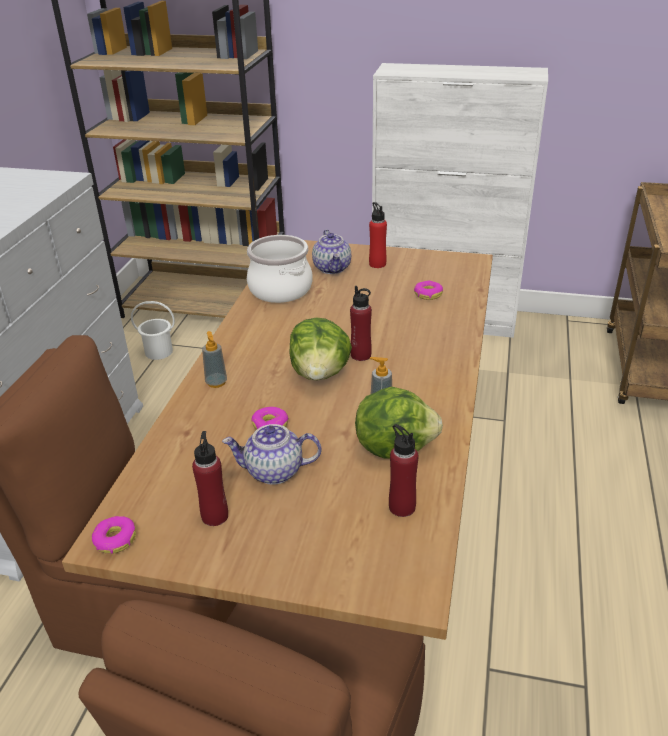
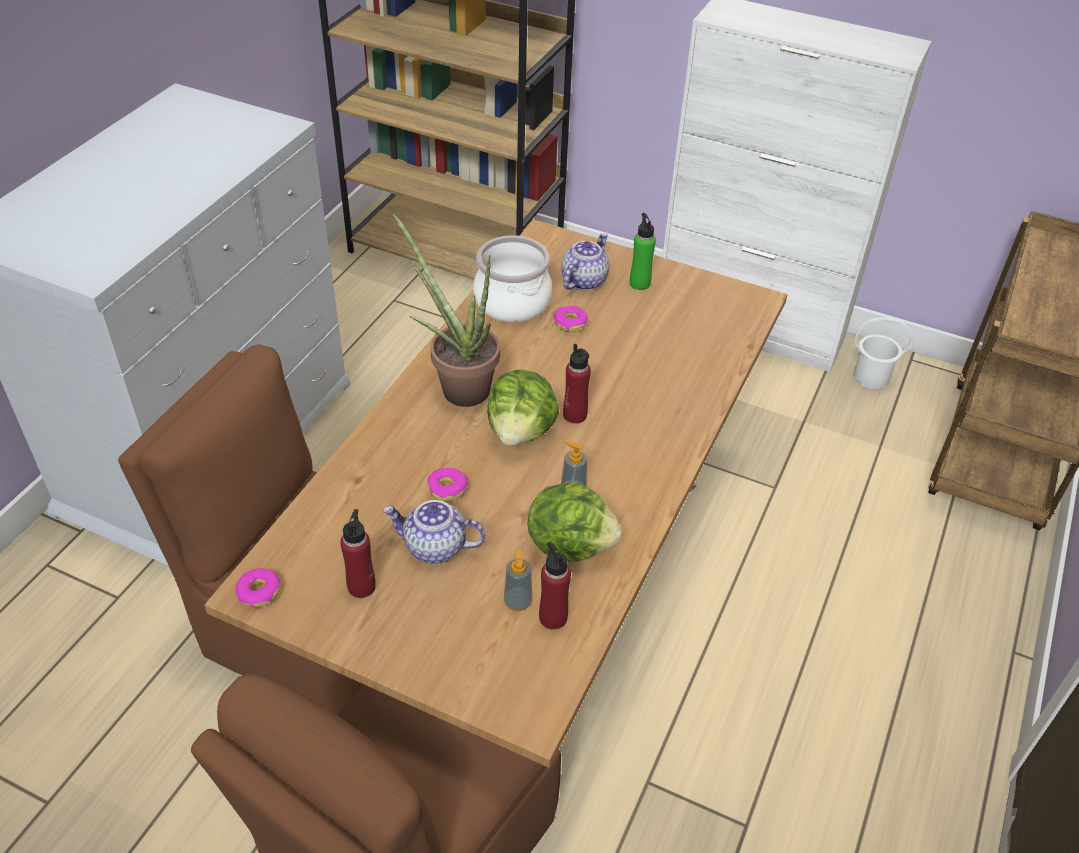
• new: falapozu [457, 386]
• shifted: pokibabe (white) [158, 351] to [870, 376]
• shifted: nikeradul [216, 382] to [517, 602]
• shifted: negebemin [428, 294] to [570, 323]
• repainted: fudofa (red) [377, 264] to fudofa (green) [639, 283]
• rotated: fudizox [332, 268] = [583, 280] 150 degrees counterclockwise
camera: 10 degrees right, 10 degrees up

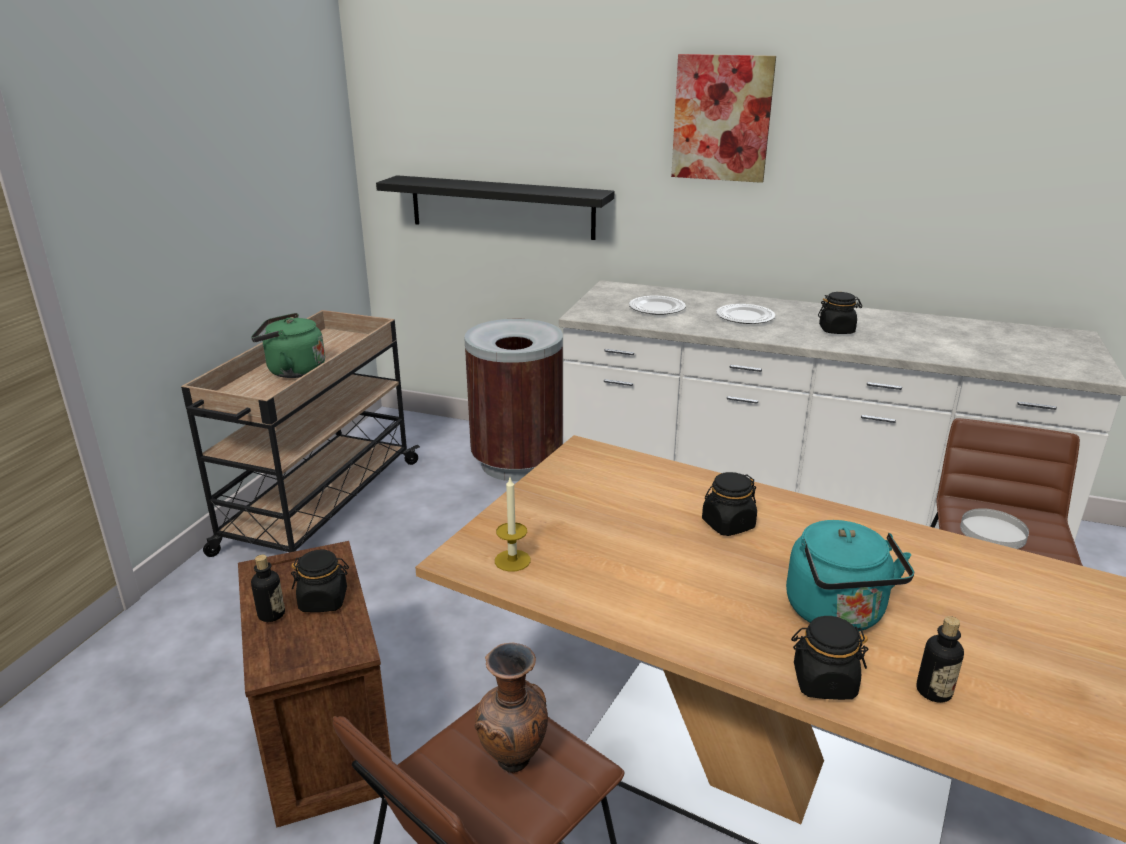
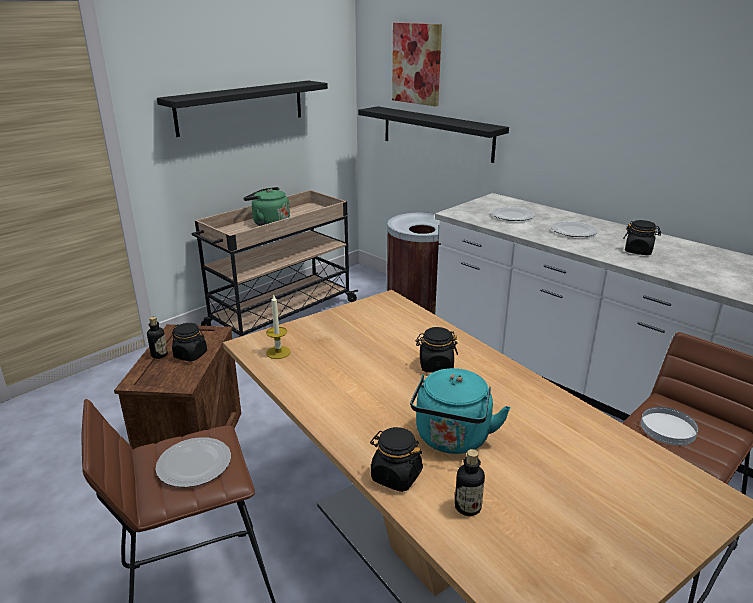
• new: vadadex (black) [241, 107]
• shifted: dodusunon [722, 118] to [417, 64]
• swapped: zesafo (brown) [514, 762] to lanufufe [194, 465]
camera: 25 degrees right, 0 degrees up

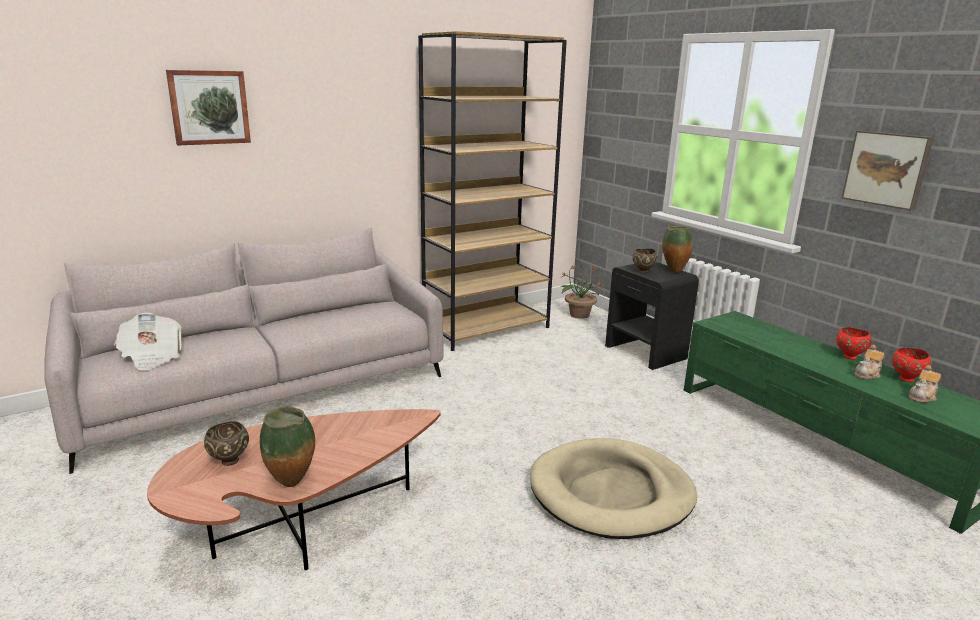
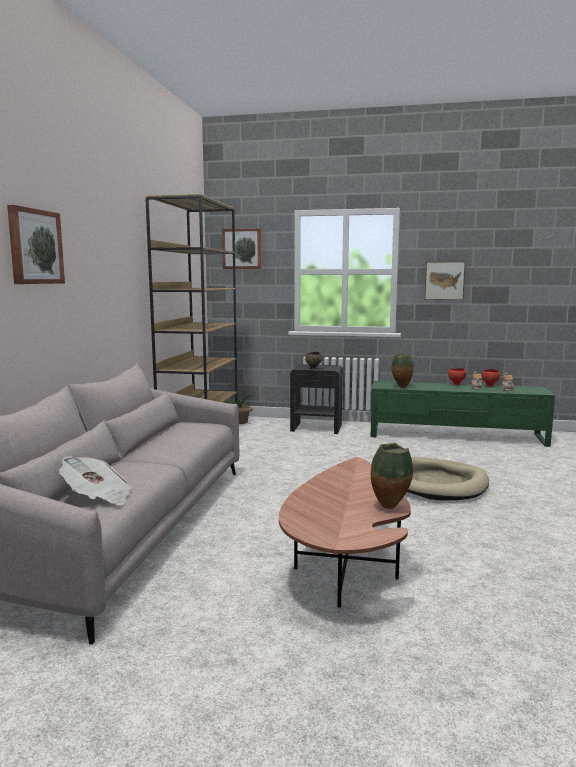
• gone: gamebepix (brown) [229, 462]
• new: dodusunon [242, 249]
• shifted: zesafo [673, 271] to [401, 387]
camera: 45 degrees left, 10 degrees down

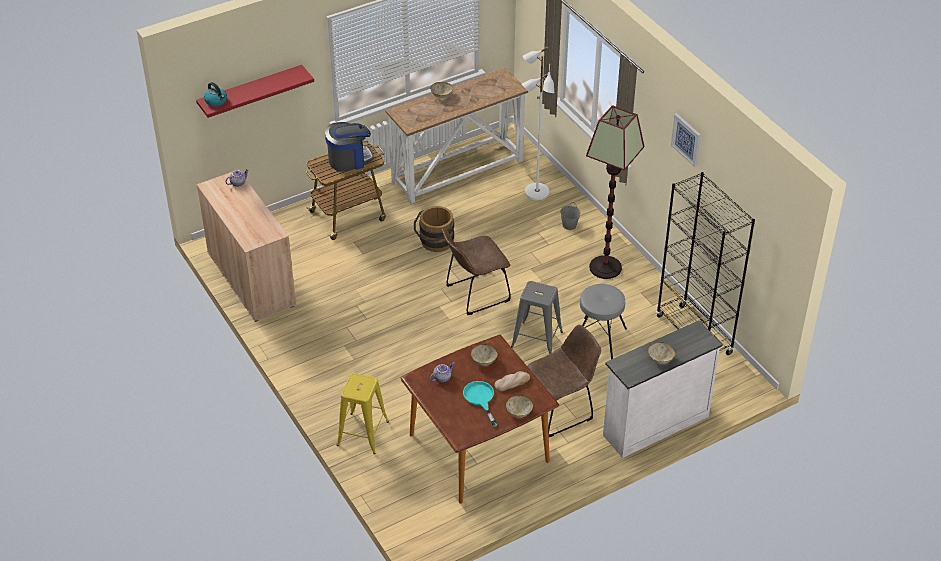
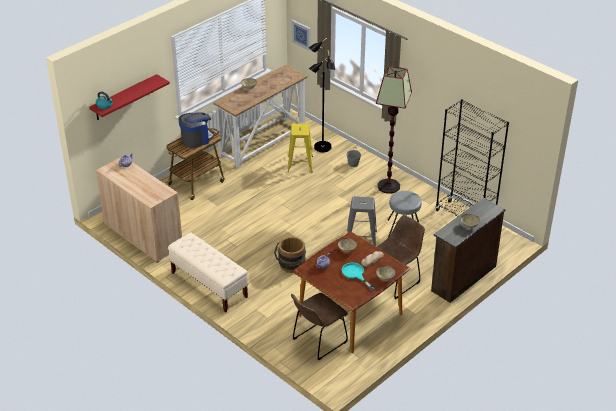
• new: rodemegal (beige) [209, 285]
• shifted: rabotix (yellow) [363, 433] to [300, 164]
• shifted: pokibabe (brown) [435, 243] to [291, 266]
• shifted: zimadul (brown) [474, 294] to [317, 342]
• shifted: dodusunon [686, 139] to [301, 34]
• repainted: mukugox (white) [536, 192] to mukugox (black) [322, 147]
• repainted: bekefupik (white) [654, 425] to bekefupik (brown) [462, 278]
camera: 15 degrees left, 5 degrees down

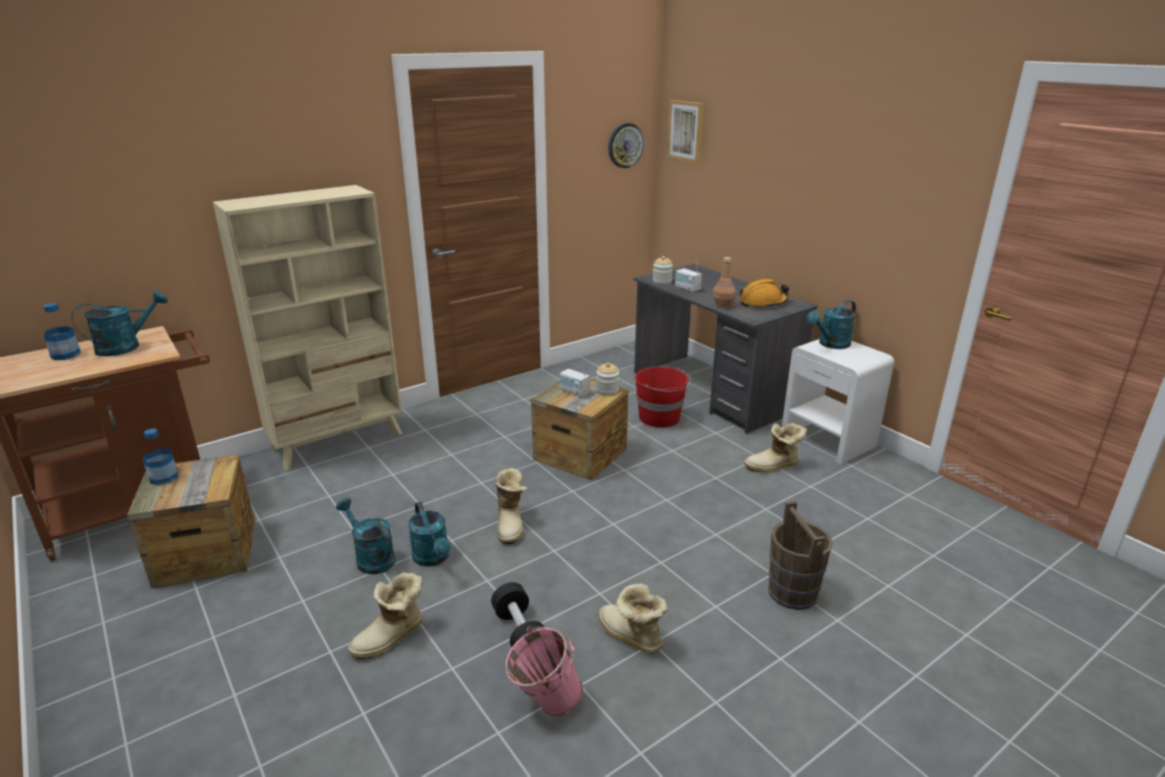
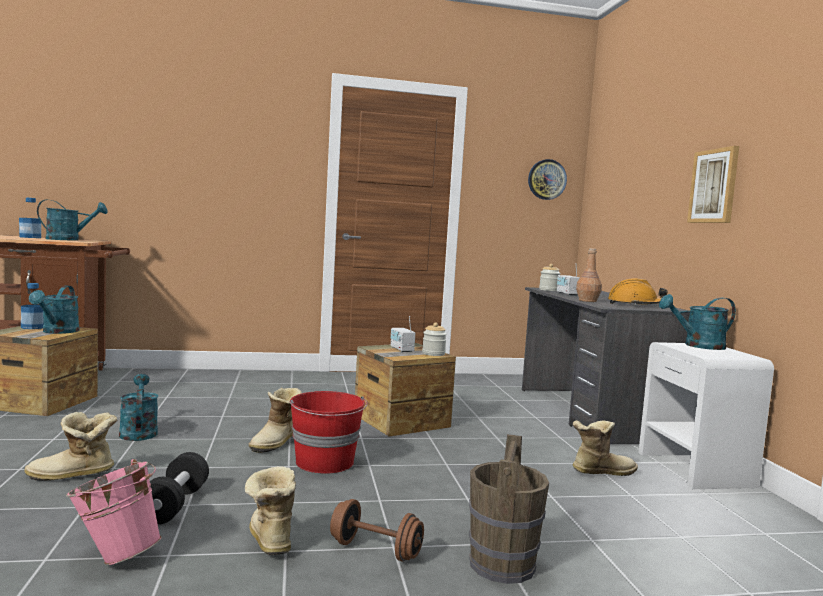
• gone: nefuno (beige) [338, 441]
• new: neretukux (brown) [375, 550]
• shifted: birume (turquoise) [433, 558] to [57, 332]
• shifted: pokibabe (red) [660, 418] to [325, 462]
• shifted: dodusunon [686, 131] to [714, 186]
• rotated: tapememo [774, 466] = [600, 471] 150 degrees clockwise
camera: 25 degrees right, 20 degrees down

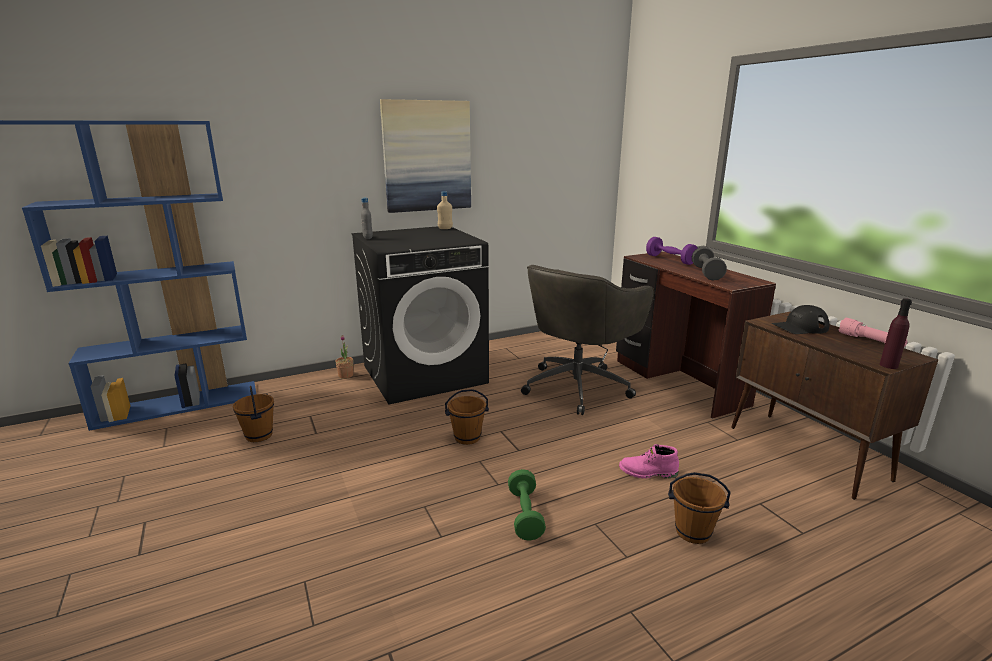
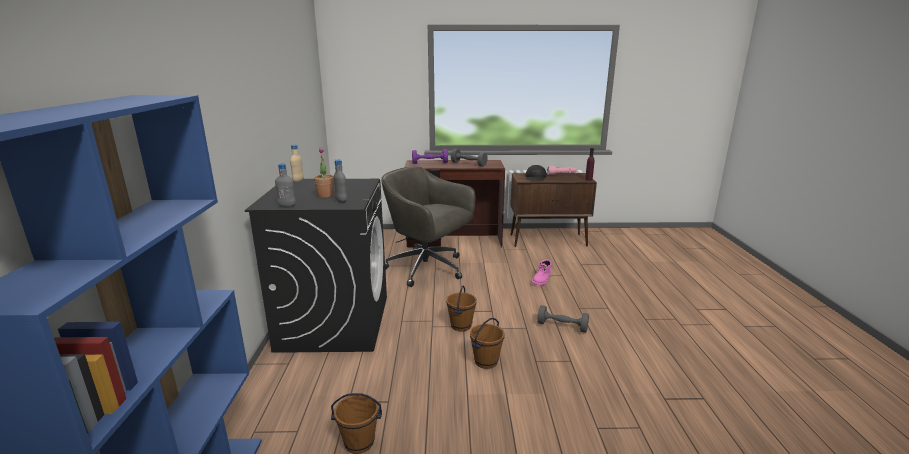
• gone: dodusunon [427, 156]
• new: fudofa (grey) [341, 201]
• shifted: falapozu [345, 375] to [325, 195]
• shifted: pokibabe (brown) [692, 532] to [485, 361]
• repainted: neretukux (green) [525, 515] to neretukux (grey) [562, 326]
• rotated: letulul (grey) [578, 386] = [428, 269] 150 degrees clockwise
camera: 65 degrees left, 0 degrees up

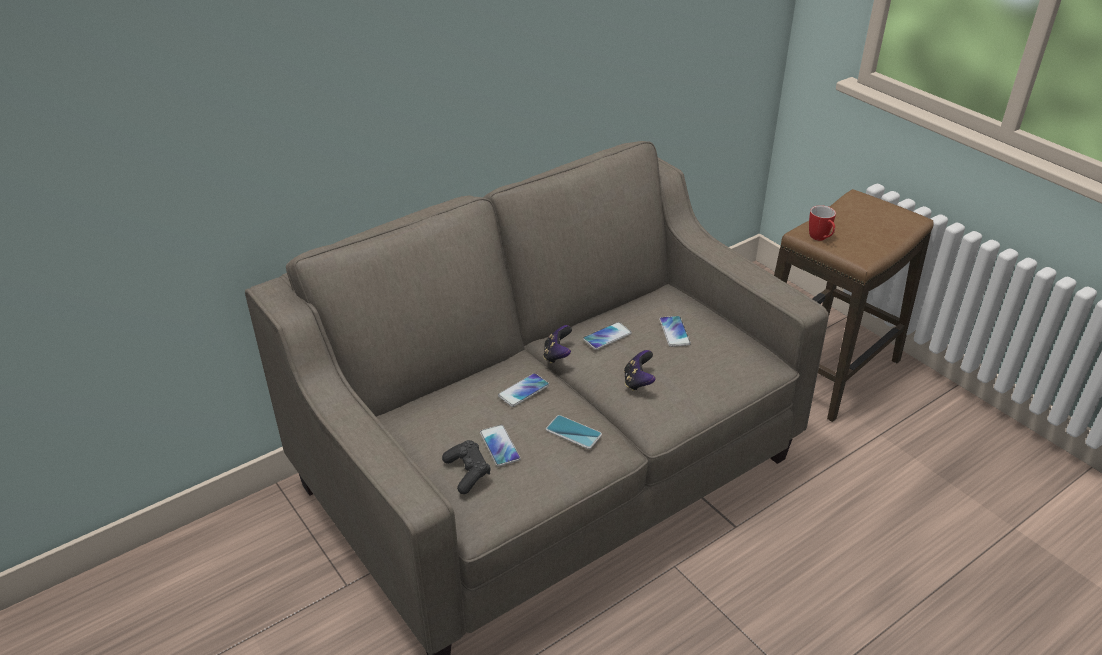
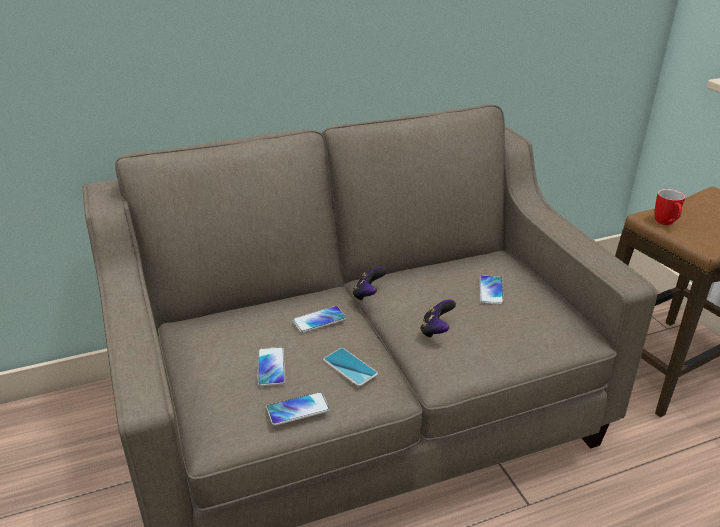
• gone: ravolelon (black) [467, 473]
• shifted: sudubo [607, 336] to [298, 409]
camera: 15 degrees right, 5 degrees down

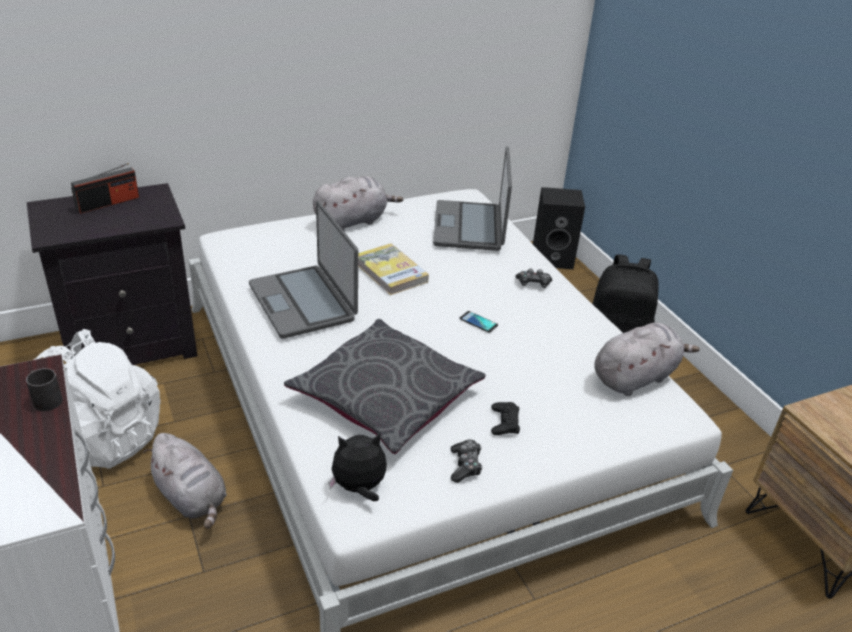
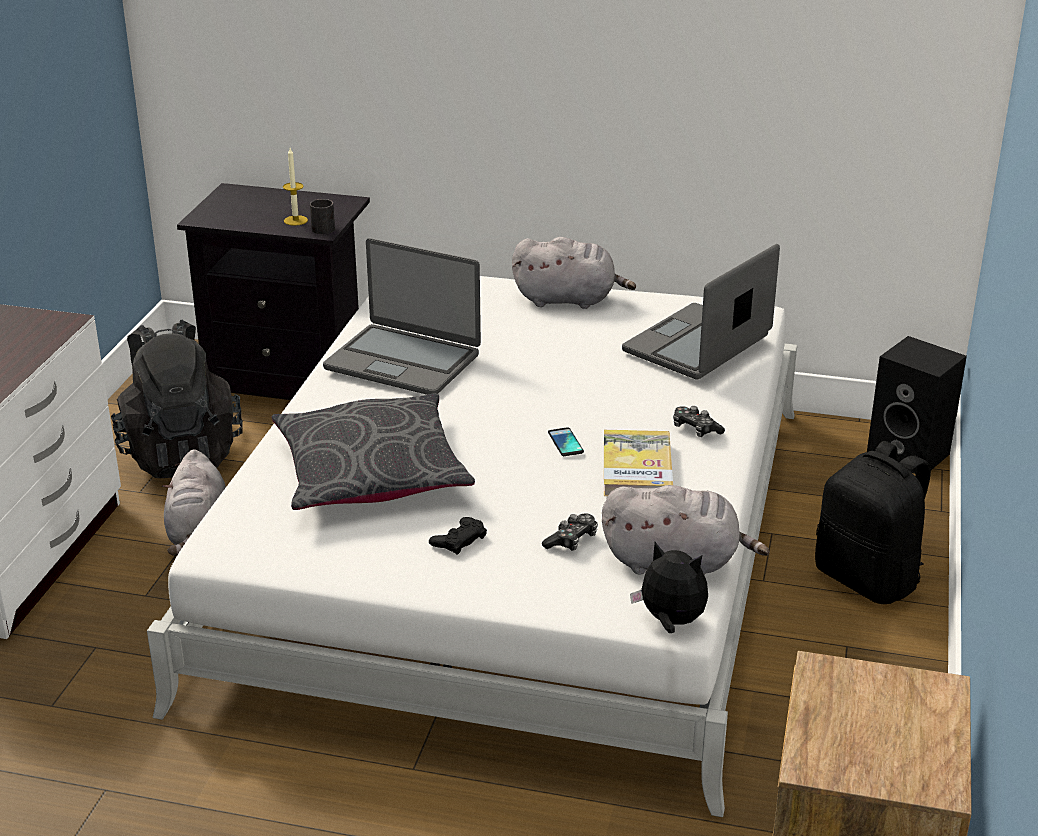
• gone: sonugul [108, 203]
• new: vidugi [295, 220]
• shifted: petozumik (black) [45, 399] to [323, 227]
• shifted: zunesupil [359, 488] to [670, 622]
• shifted: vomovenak [390, 272] to [637, 468]
• shifted: ravolelon [465, 466] to [572, 540]
• repainted: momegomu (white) [103, 438] to momegomu (black) [180, 453]
• rotated: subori [303, 302] = [403, 361] 75 degrees counterclockwise
camera: 40 degrees right, 5 degrees down

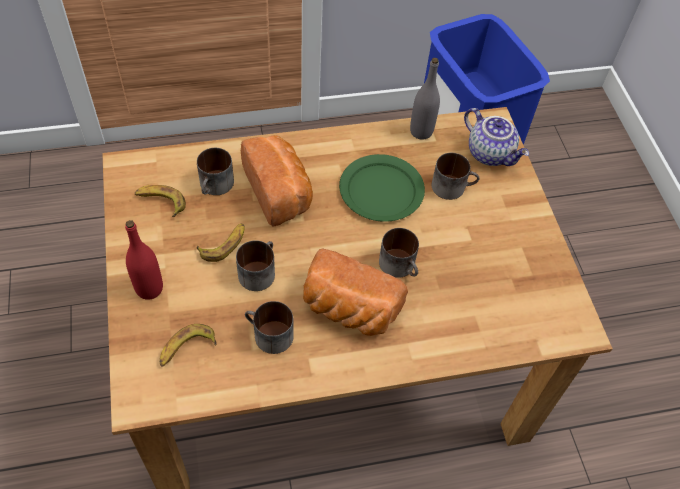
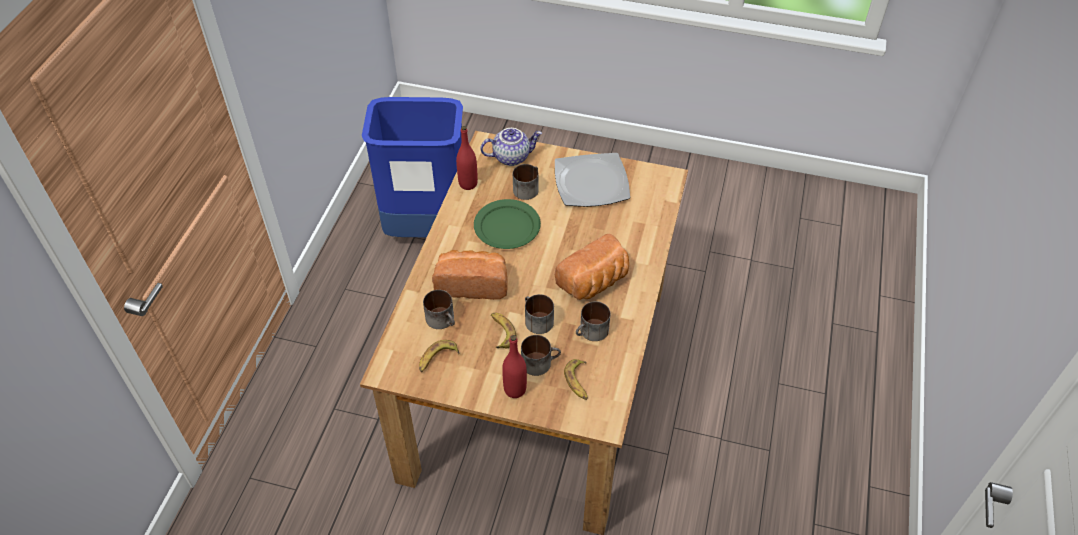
• new: lanufufe [592, 182]
• shifted: petozumik [401, 265] to [540, 362]
• repainted: fudofa (grey) [421, 131] to fudofa (red) [468, 184]
camera: 60 degrees left, 5 degrees down

